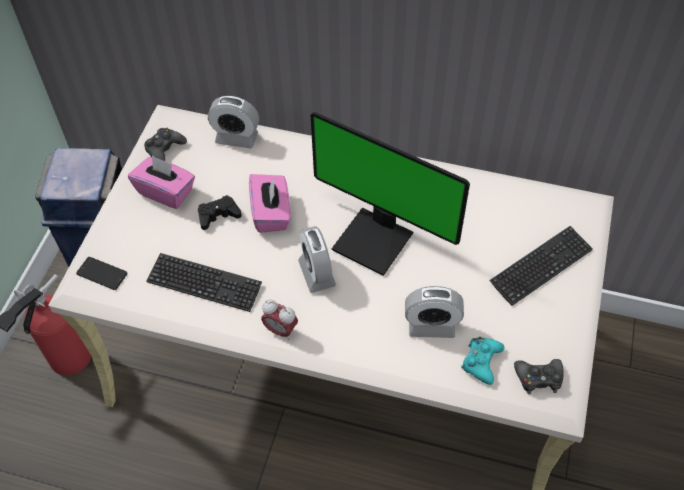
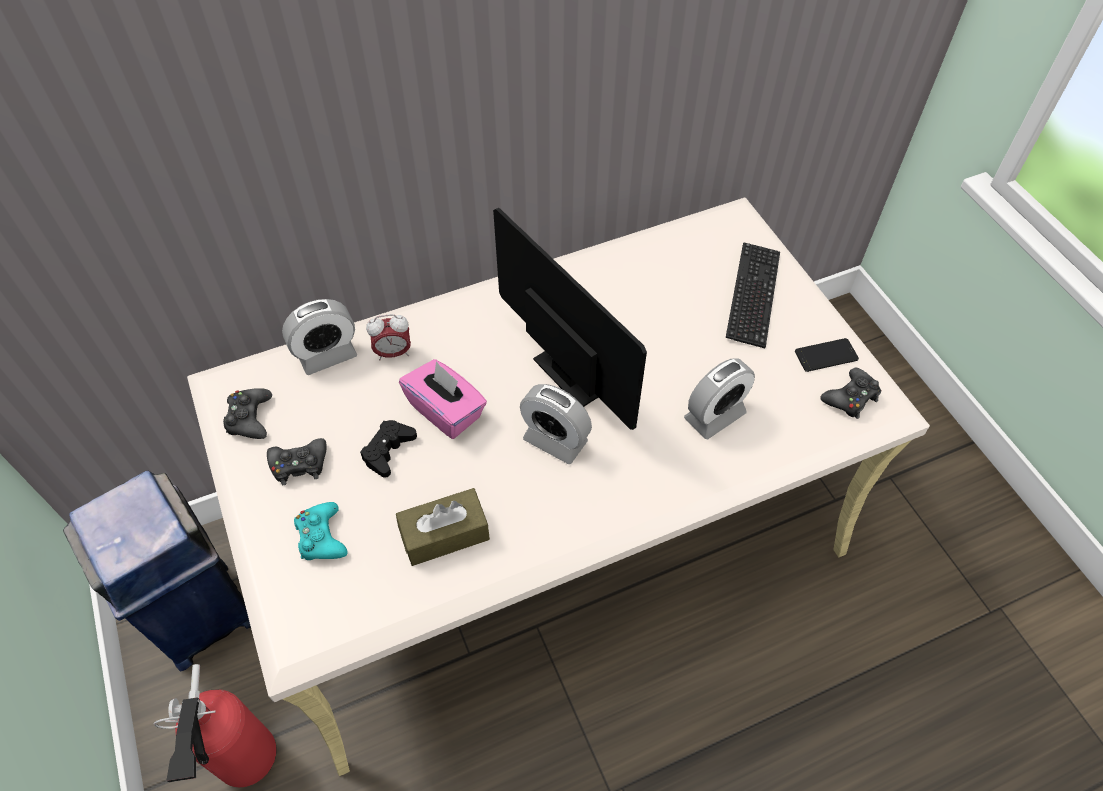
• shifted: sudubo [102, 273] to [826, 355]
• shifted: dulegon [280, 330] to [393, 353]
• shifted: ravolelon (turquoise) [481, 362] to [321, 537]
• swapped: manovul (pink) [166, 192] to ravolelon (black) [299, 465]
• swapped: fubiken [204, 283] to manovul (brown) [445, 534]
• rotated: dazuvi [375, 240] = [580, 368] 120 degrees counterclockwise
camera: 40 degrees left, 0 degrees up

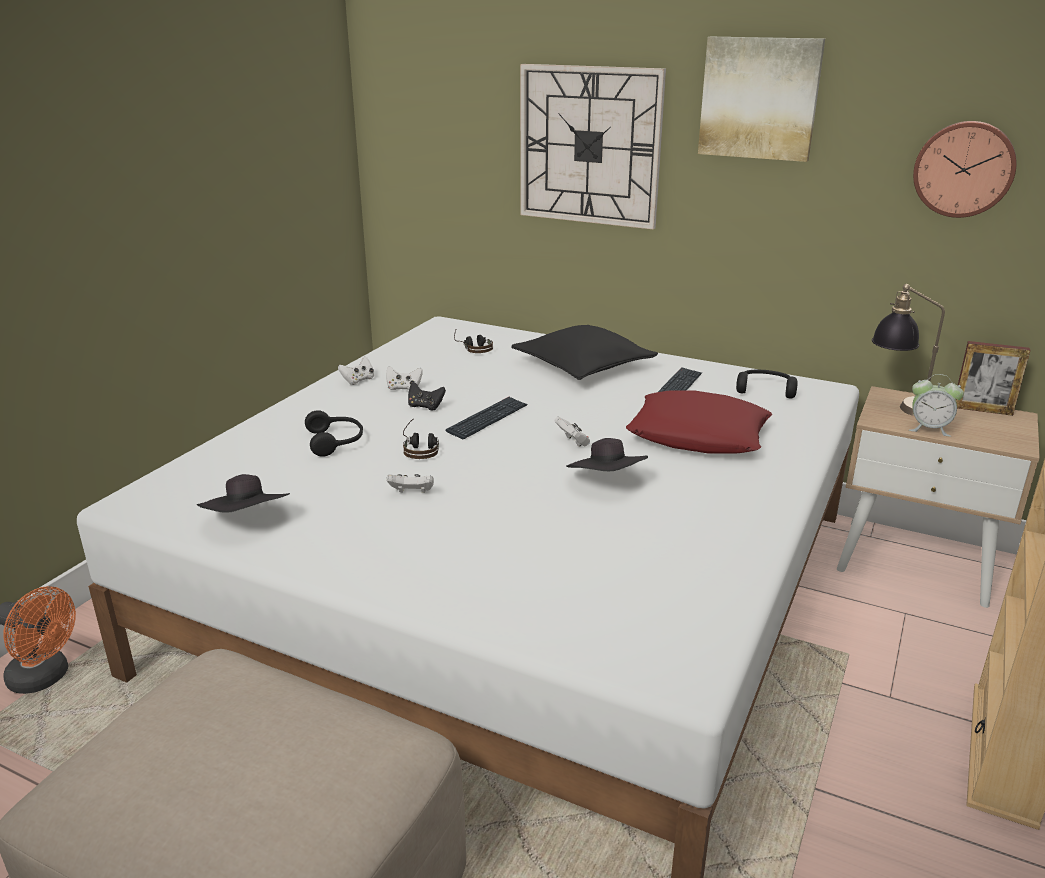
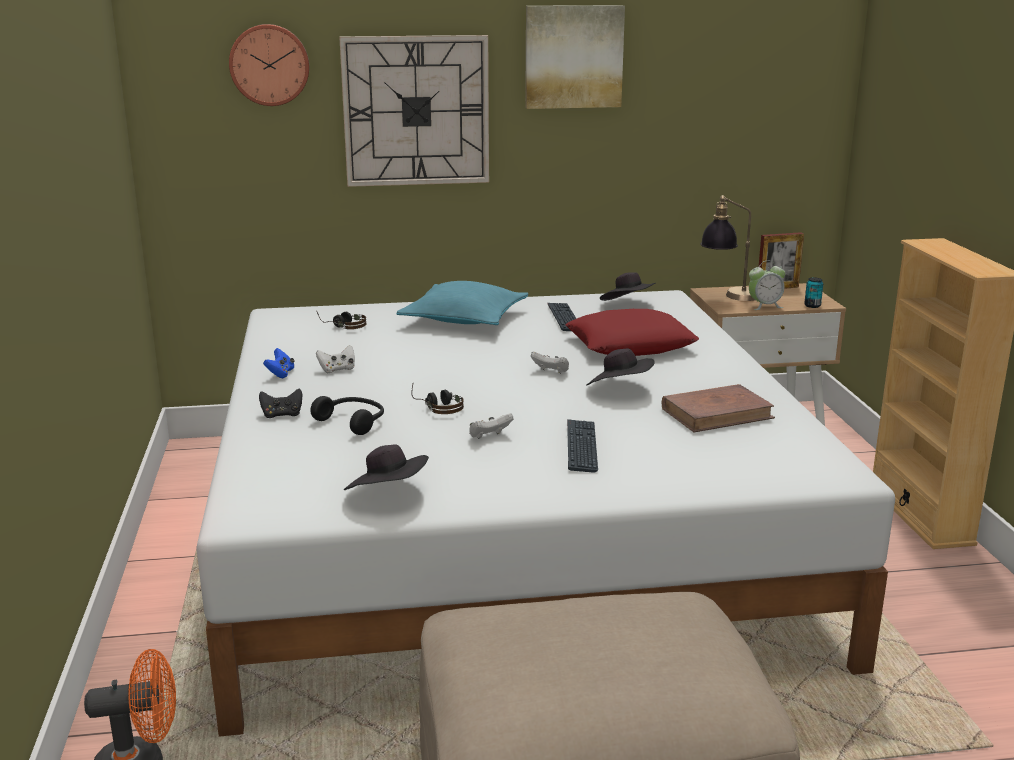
• new: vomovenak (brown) [717, 413]
• new: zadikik [812, 305]
• shifted: ravolelon (black) [425, 406] to [282, 415]
• shifted: fubiken [488, 419] to [581, 447]
• shifted: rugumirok [964, 169] to [269, 65]
• swapped: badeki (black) [765, 390] to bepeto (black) [628, 305]
• repainted: ravolelon (white) [358, 380] to ravolelon (blue) [280, 374]
• repainted: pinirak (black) [583, 366] to pinirak (turquoise) [464, 319]
camera: 35 degrees left, 5 degrees down

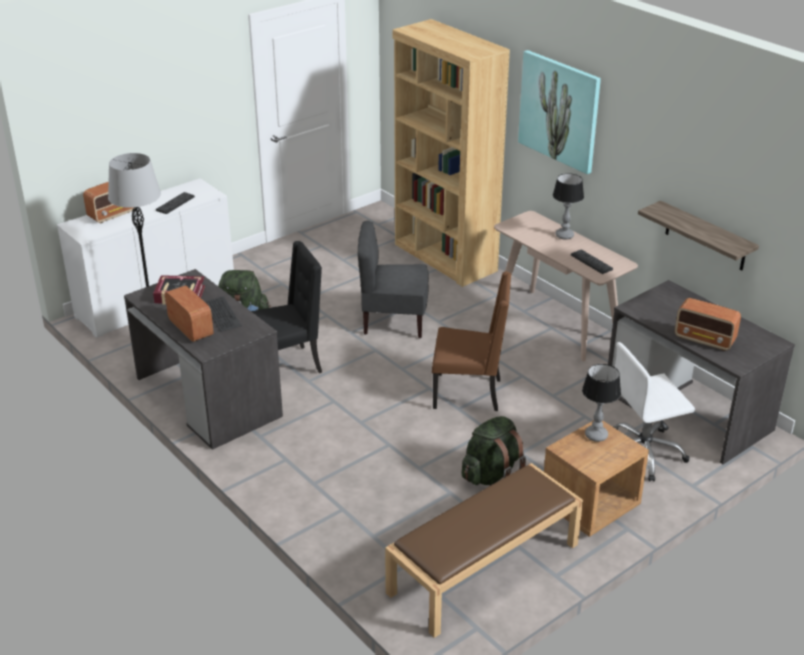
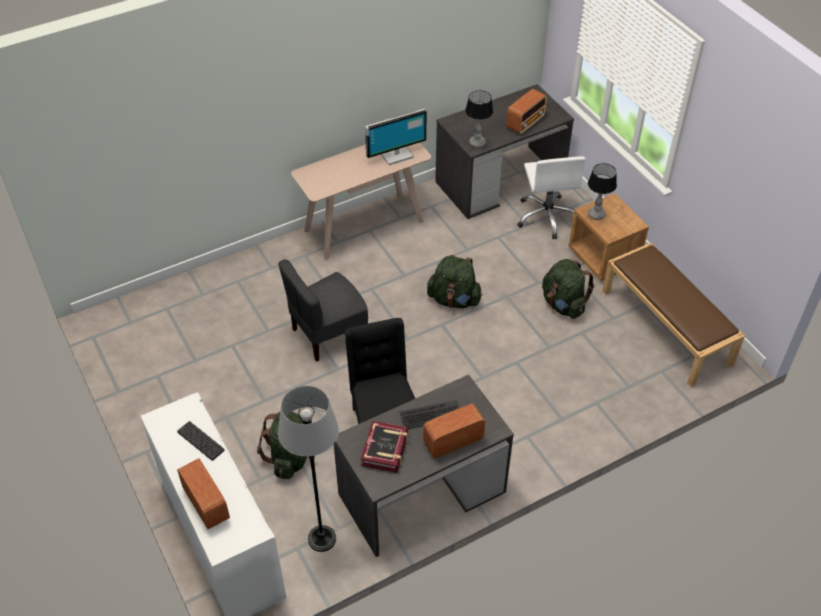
• gone: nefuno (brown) [445, 258]
• gone: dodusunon [560, 110]
• gone: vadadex [705, 236]
• shifted: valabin [564, 235] to [477, 143]
• swapped: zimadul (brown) [469, 393] to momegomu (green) [454, 299]
• swapped: fubiken [591, 262] to dazuvi [396, 154]
• rotated: zimadul (grey) [393, 321] = [328, 334] 45 degrees clockwise
camera: 80 degrees left, 15 degrees up

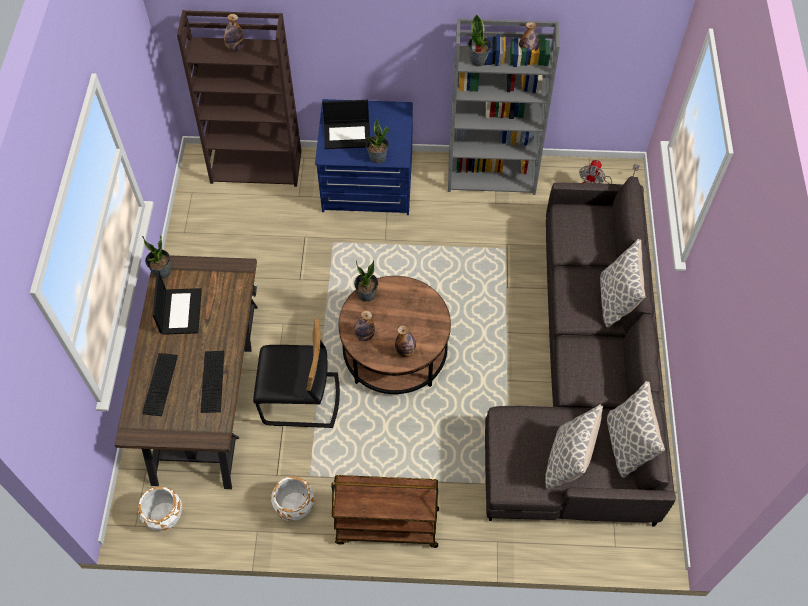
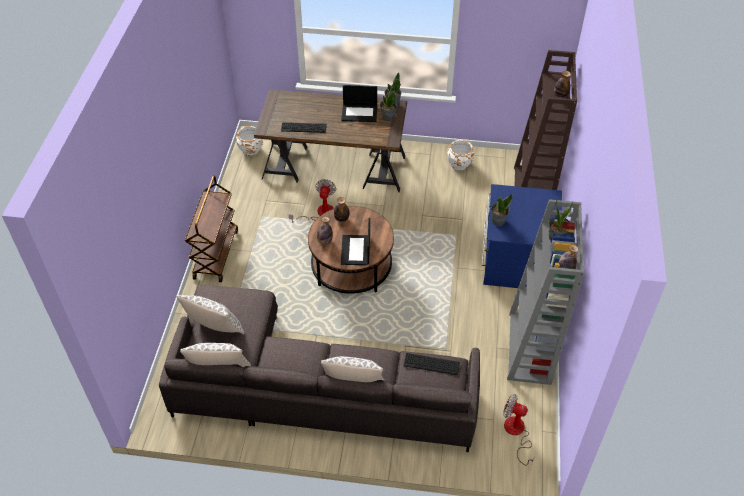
• shifted: fubiken [160, 384] to [431, 364]
• shifted: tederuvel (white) [295, 506] to [459, 164]
• shifted: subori [347, 135] to [356, 250]
• shifted: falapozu [367, 294] to [388, 117]
• swapped: zimadul (black) [301, 400] to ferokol [319, 213]
camera: 95 degrees right, 10 degrees down

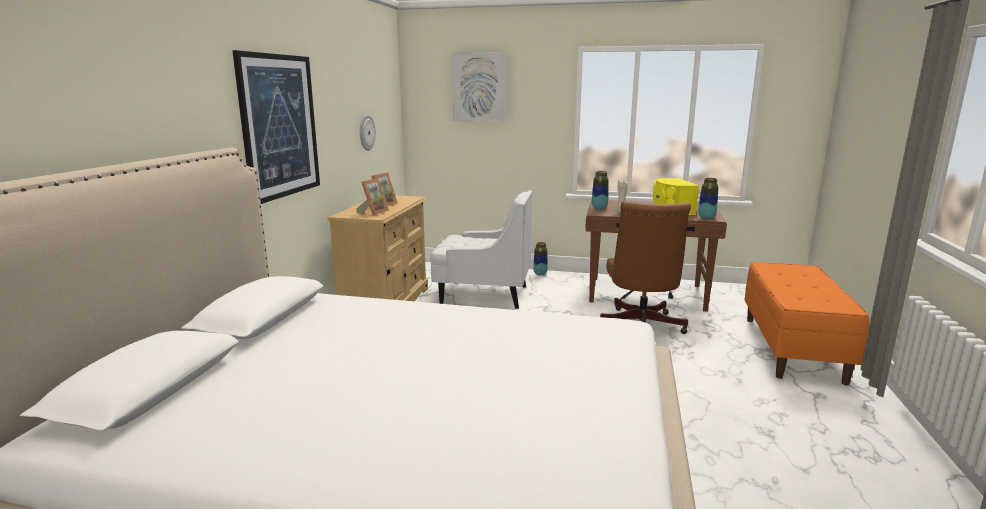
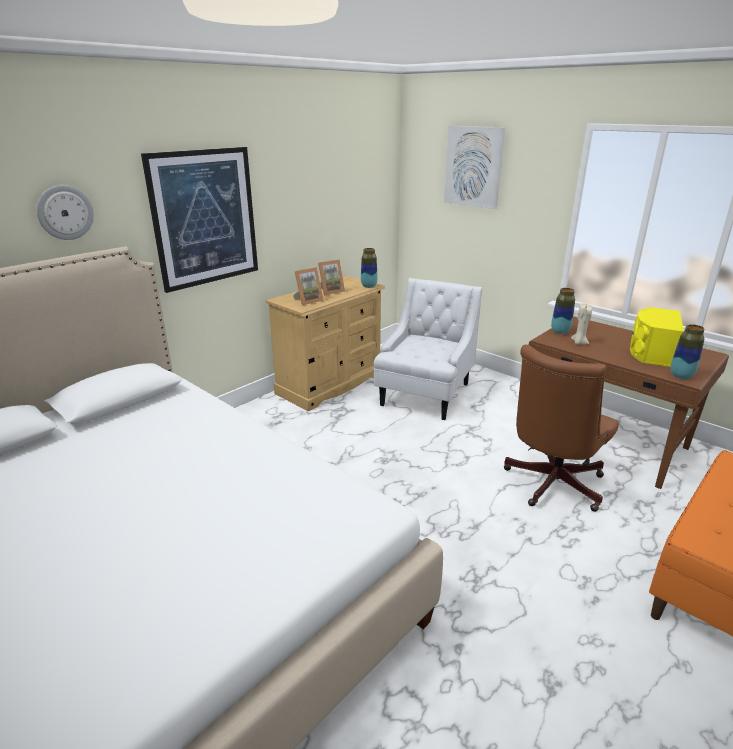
• shifted: rugumirok [366, 132] to [65, 212]
• shifted: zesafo [540, 274] to [369, 286]
• rotated: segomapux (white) [483, 294] = [425, 395] 105 degrees counterclockwise
camera: 30 degrees right, 10 degrees up

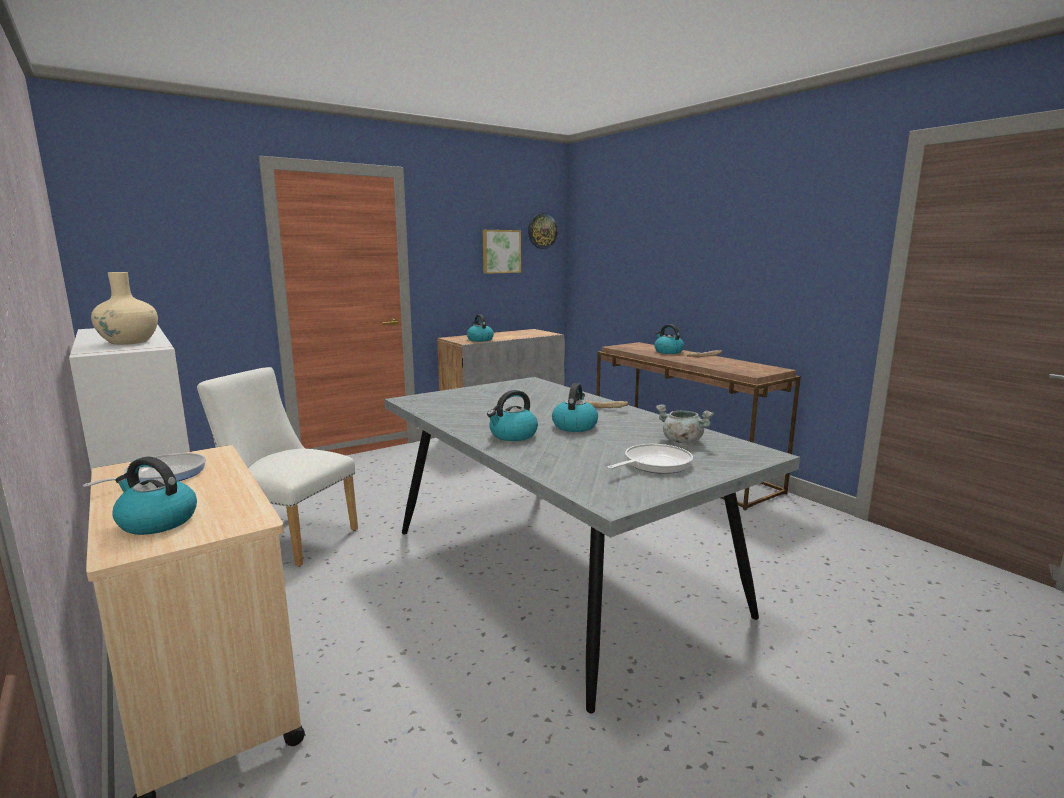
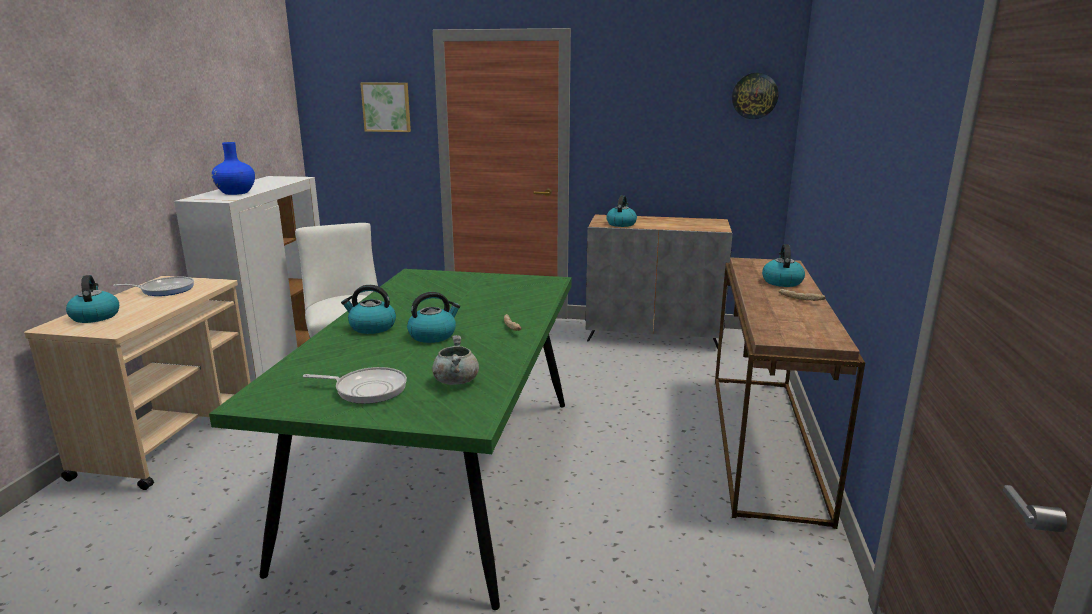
• shifted: dodusunon [500, 251] to [386, 107]
• repainted: zesafo (beige) [129, 342] to zesafo (blue) [236, 193]
• repainted: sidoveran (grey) [555, 569] to sidoveran (green) [442, 473]
camera: 45 degrees right, 5 degrees up

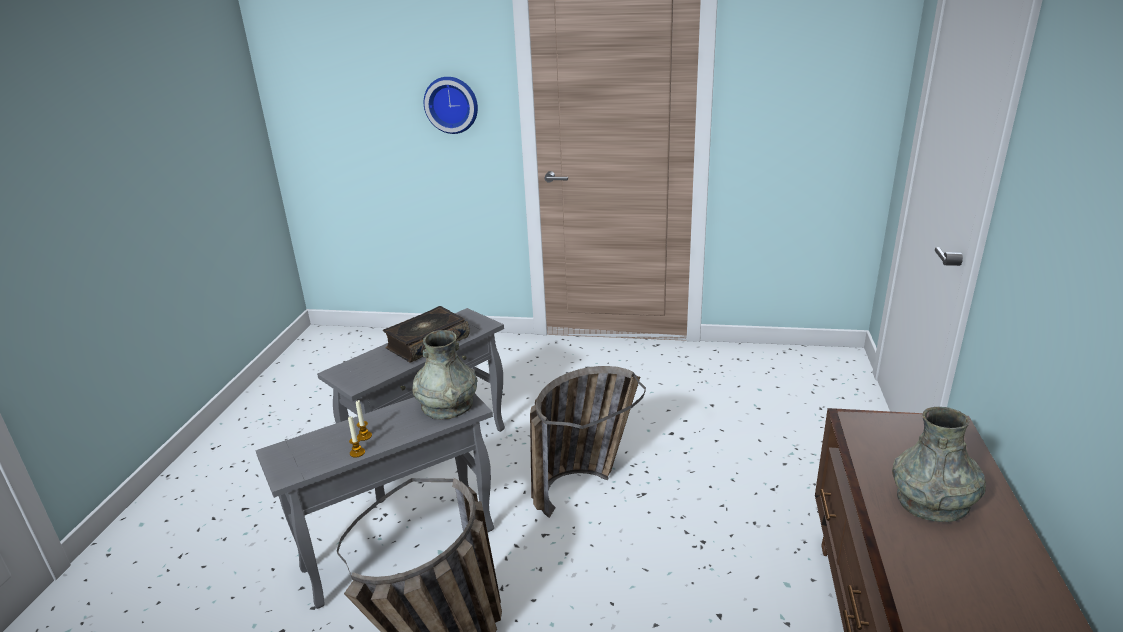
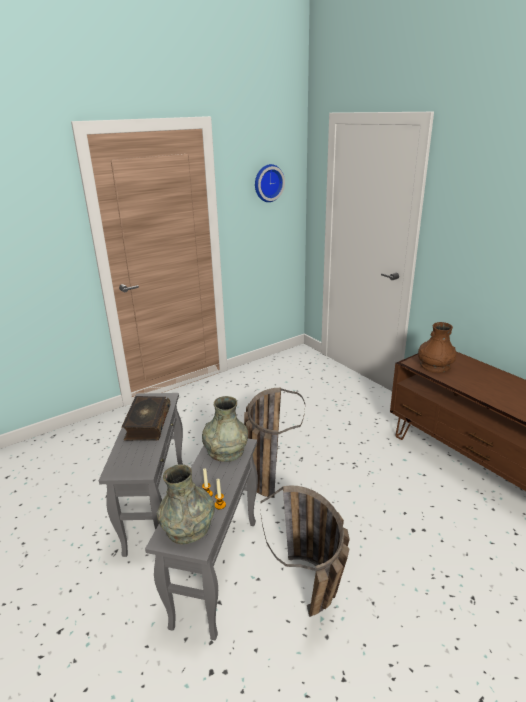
• new: zesafo (brown) [434, 365]
• shifted: rugumirok [452, 104] to [267, 183]
• shifted: zesafo (grey) [932, 501] to [188, 526]
camera: 45 degrees left, 0 degrees up

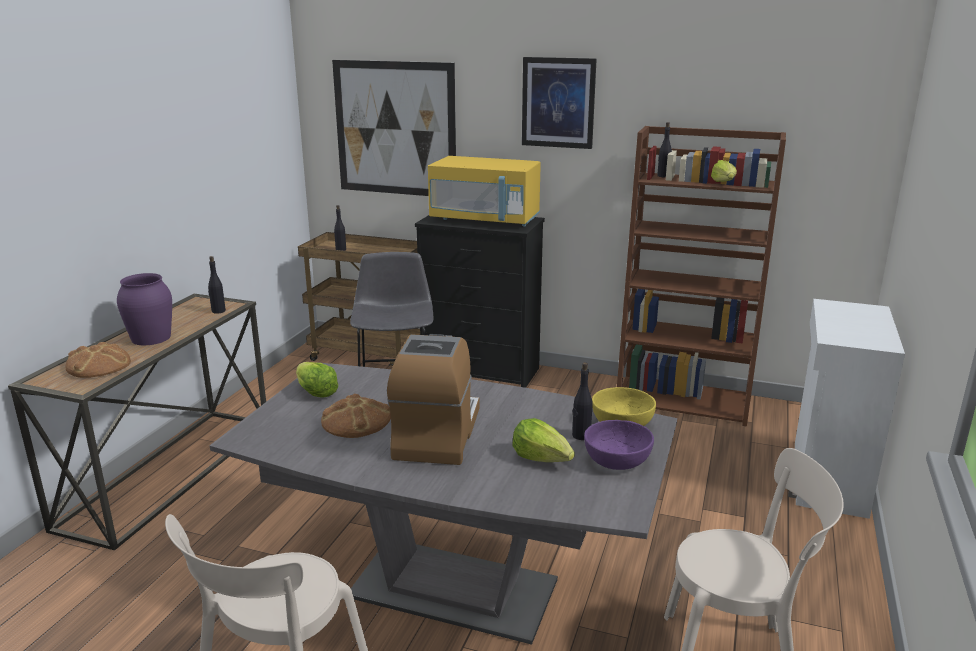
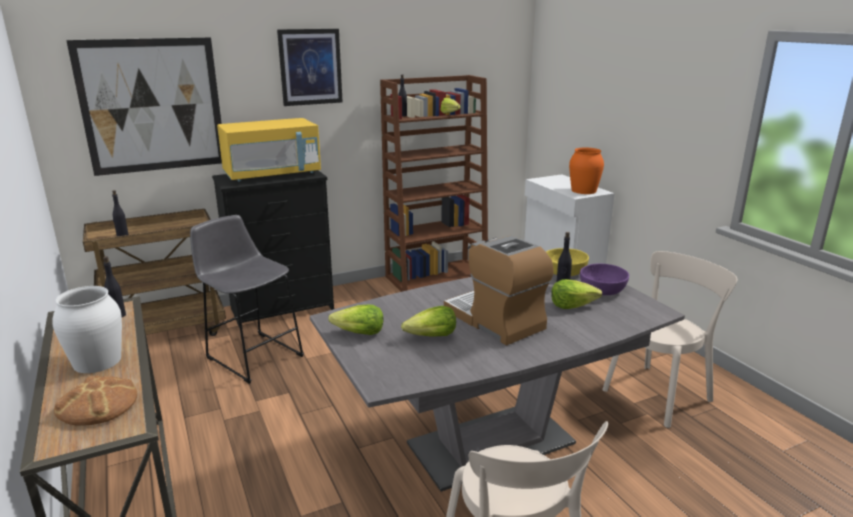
• new: zesafo (orange) [584, 190]
• swapped: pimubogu [356, 421] to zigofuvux [432, 336]
• repainted: zesafo (purple) [151, 338] to zesafo (white) [97, 361]
camera: 45 degrees left, 0 degrees up

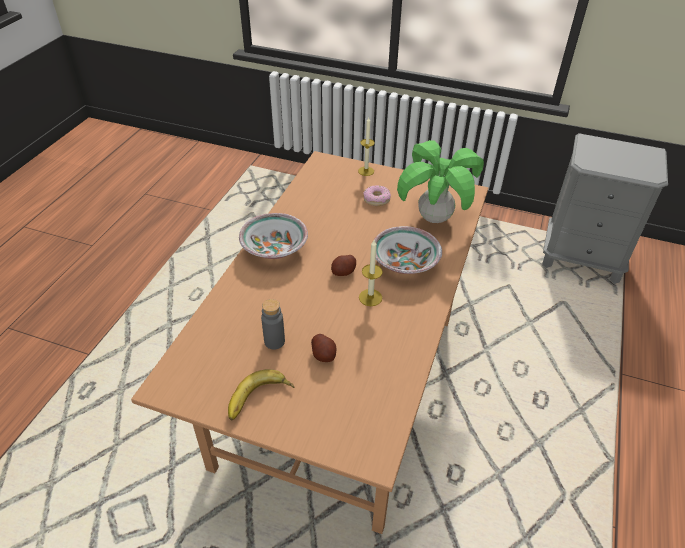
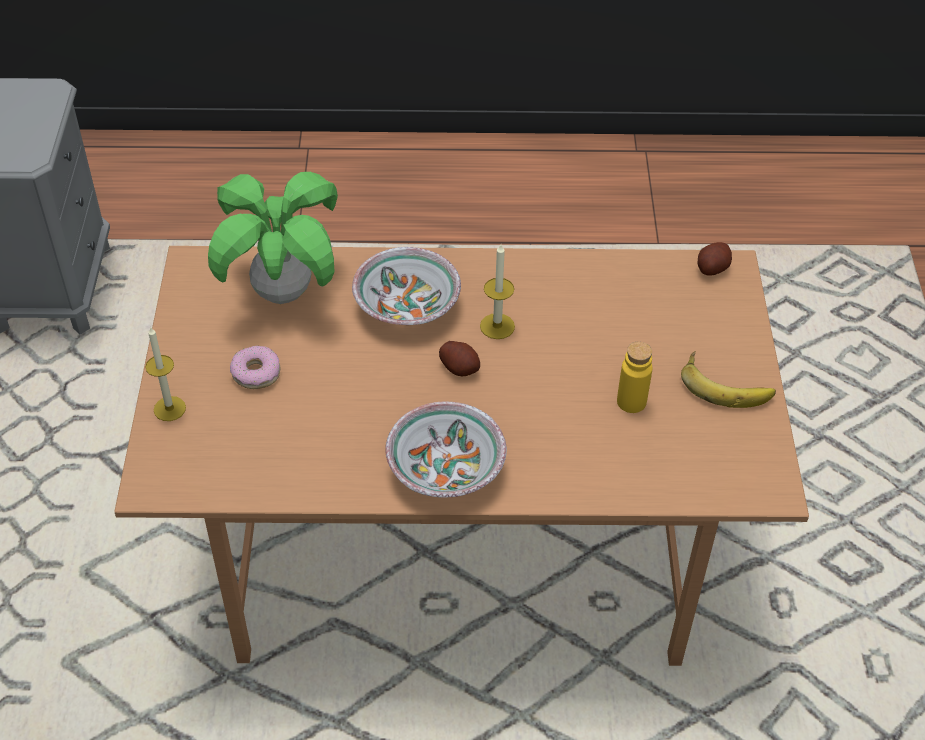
• shifted: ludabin [324, 354] to [712, 268]
• repainted: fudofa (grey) [274, 341] to fudofa (yellow) [631, 402]
camera: 110 degrees left, 5 degrees up

